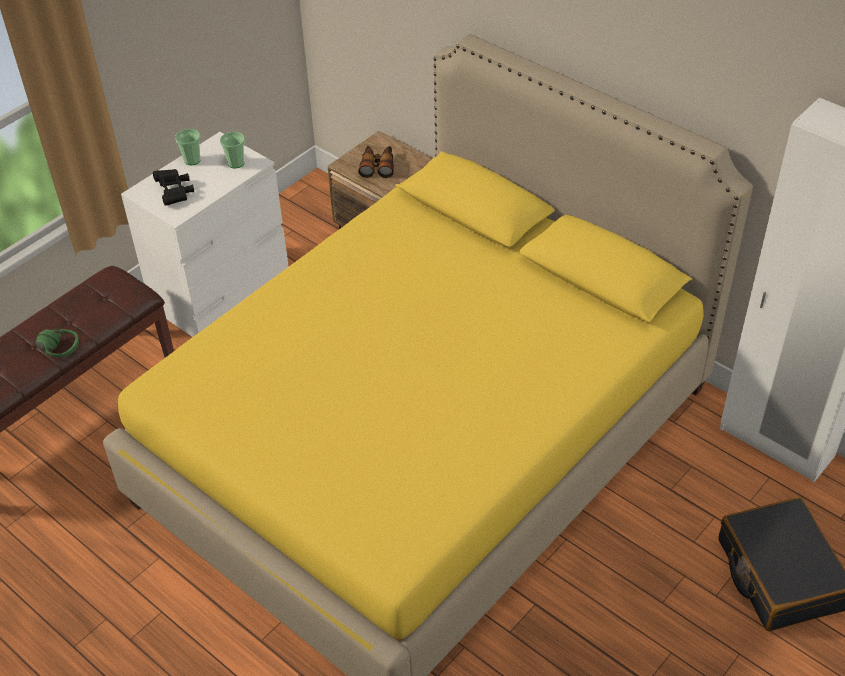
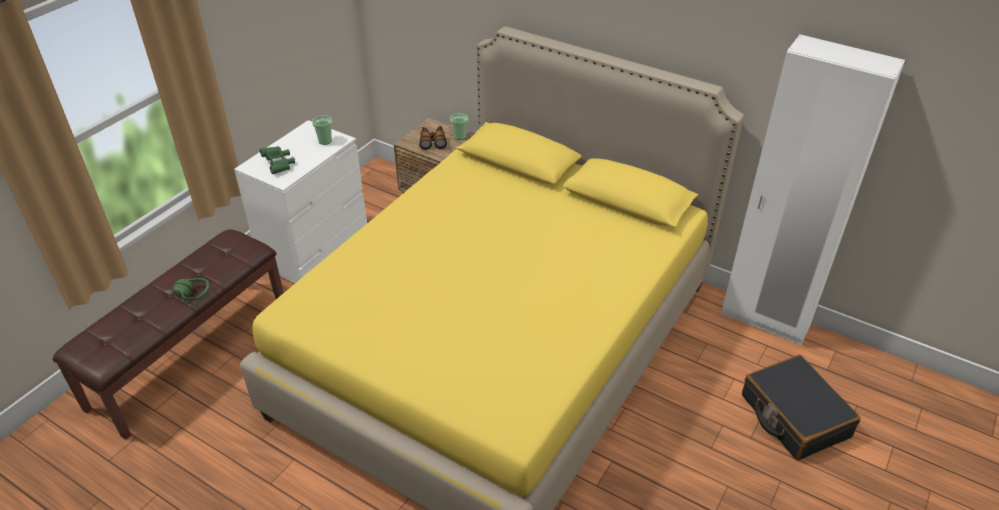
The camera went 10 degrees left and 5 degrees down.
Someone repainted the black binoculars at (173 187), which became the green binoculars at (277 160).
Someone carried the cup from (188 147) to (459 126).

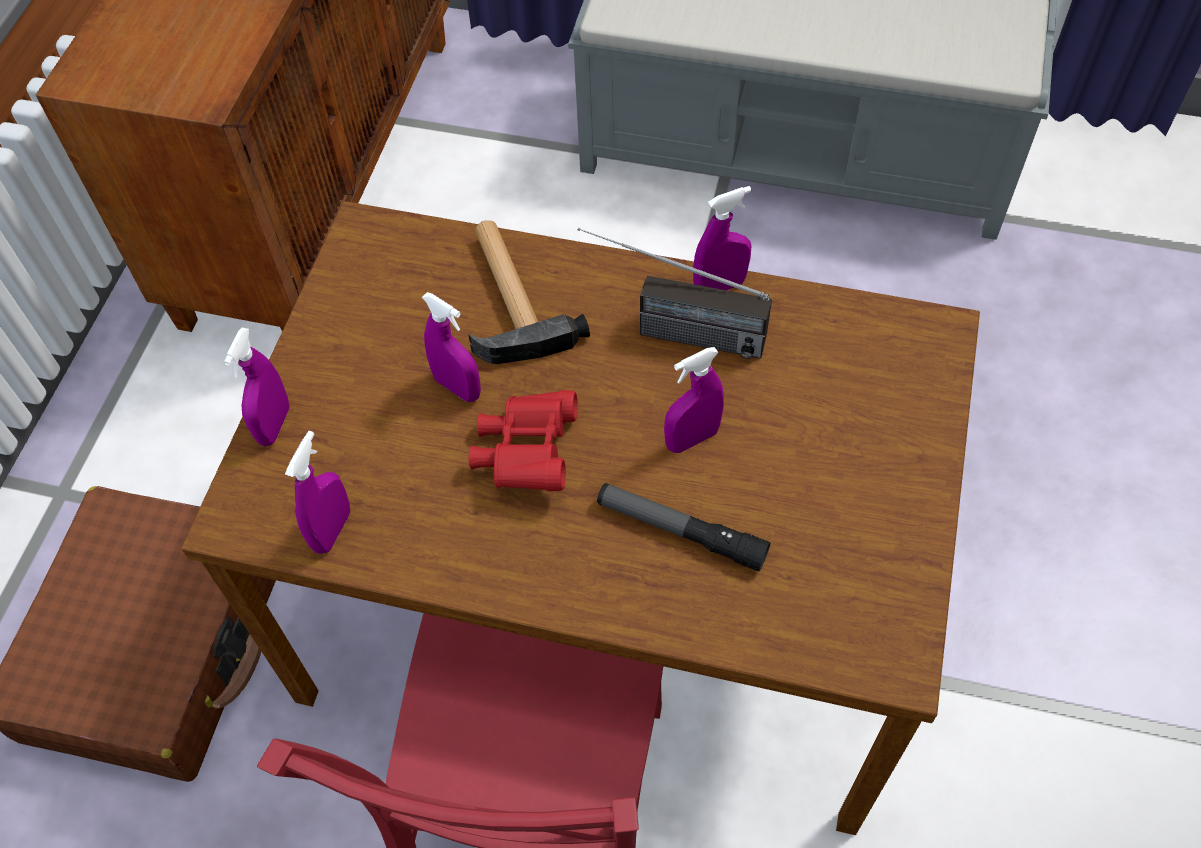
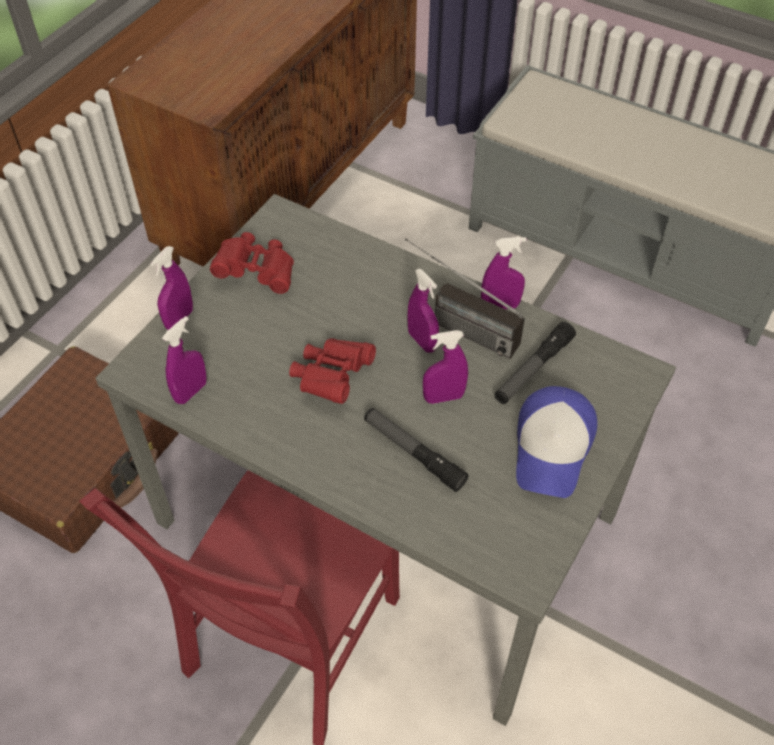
The camera went 15 degrees right and 5 degrees down.
Someone repainted the brown dining table at (580 518), which became the grey dining table at (386 460).
Someone put down the red binoculars at (252 263).
Someone carried the purple spray bottle from (451 347) to (423 311).
Someone put down the flashlight at (535 363).
Someone put down the cap at (557 442).
Someone took away the hammer at (529 292).

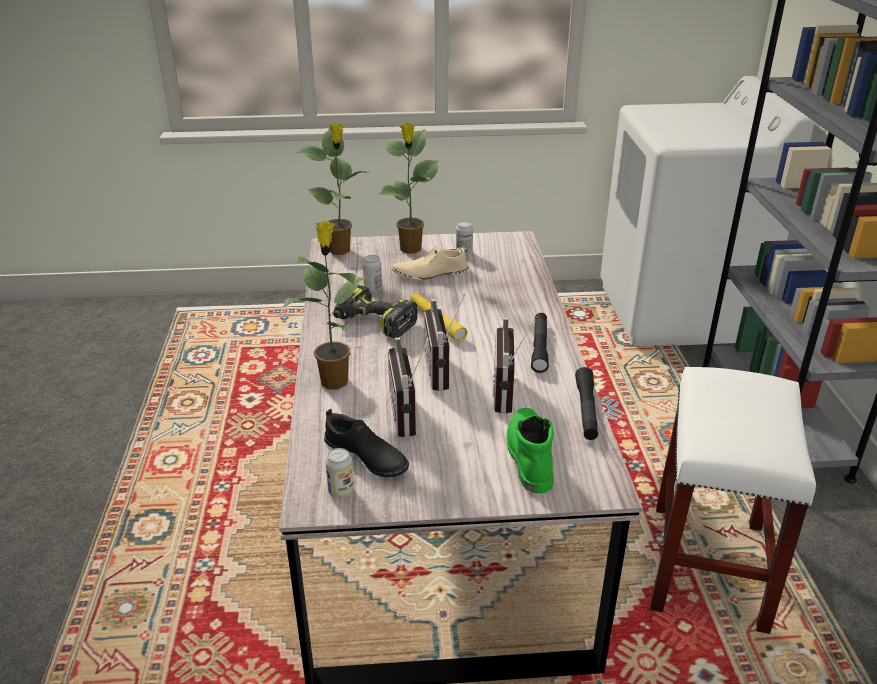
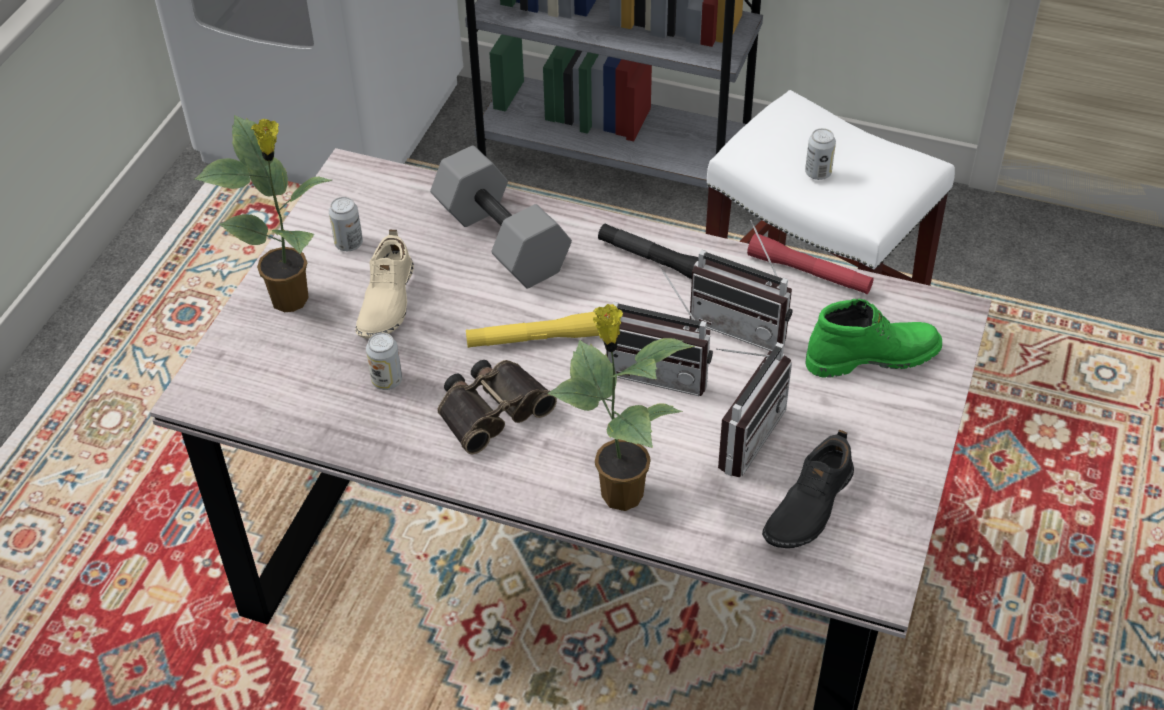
The camera went 65 degrees left and 15 degrees up.
Someone put down the grey dumbbell at (501 216).
Someone swapped the power drill at (375 312) for the binoculars at (497 407).
Someone rotated the radio at (409 385) by 75 degrees counterclockwise.
Someone repainted the black flashlight at (586 403), which became the red flashlight at (810 263).
Someone rotated the black shoe at (366 443) by 150 degrees clockwise.
Someone carried the can from (339 473) to (820 154).
Someone rotated the green boot at (530 450) by 150 degrees clockwise.
Someone took away the potted plant at (331 189).

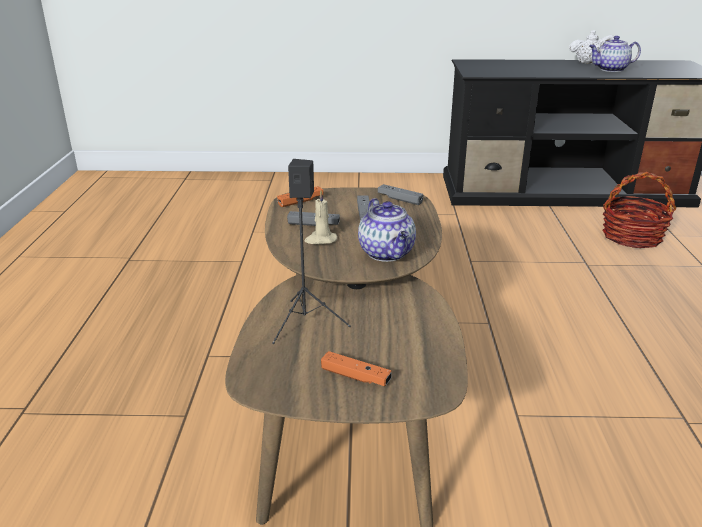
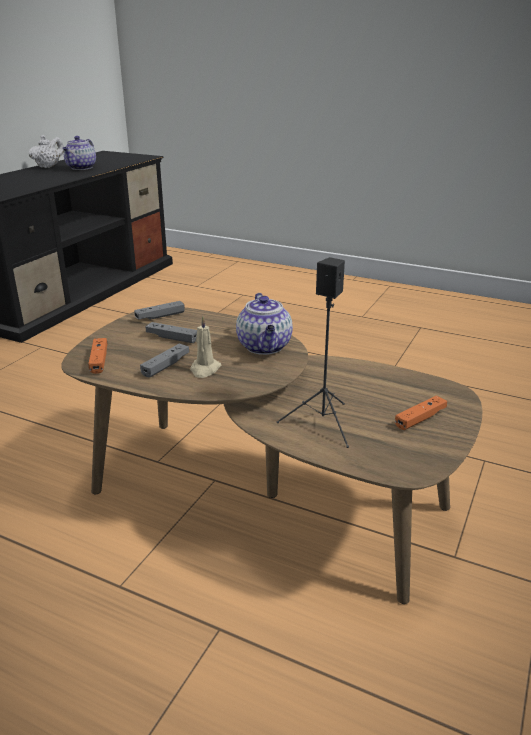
The camera went 65 degrees left and 0 degrees up.
Someone rotated the teapot at (387 230) by 75 degrees clockwise.
Someone took away the basket at (639 210).

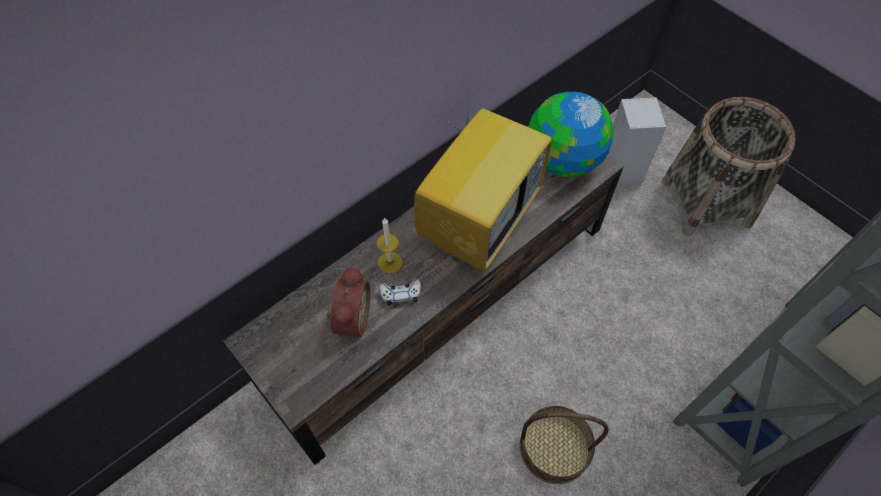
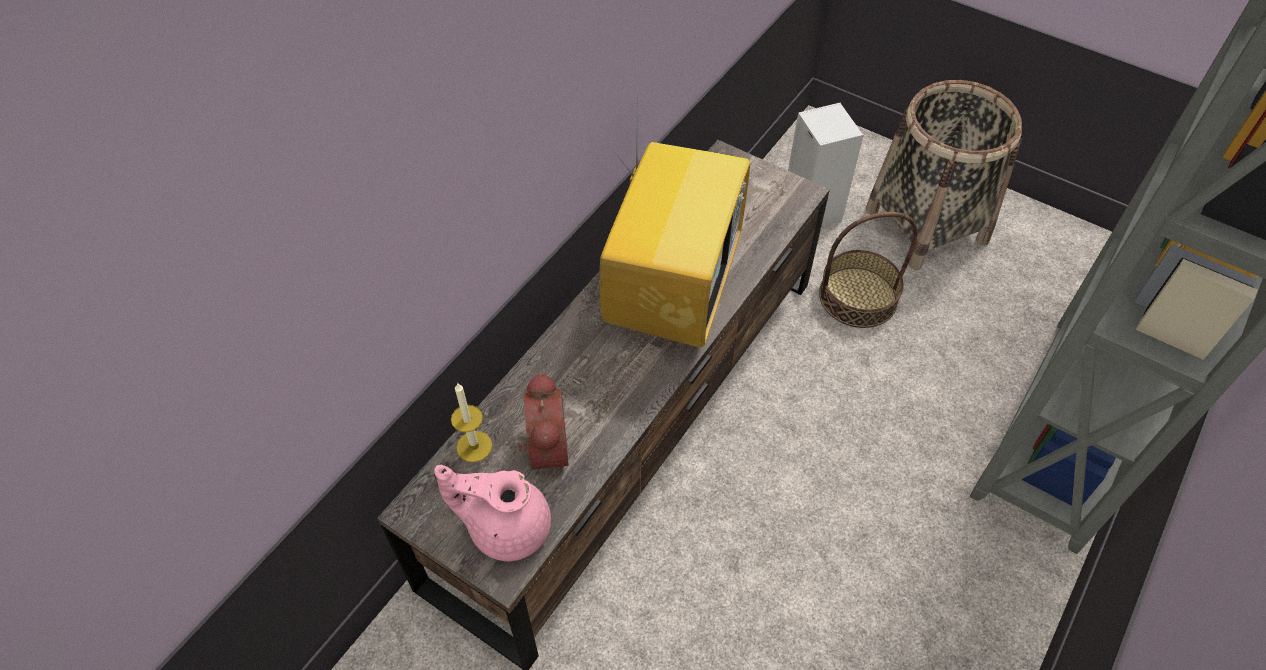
The camera went 15 degrees left and 5 degrees down.
Someone put down the pink teapot at (492 513).
Someone carried the candle from (390 245) to (471 422).
Someone carried the basket from (564 445) to (868 270).
Someone took away the white game controller at (400 292).
Someone took away the globe at (571 134).

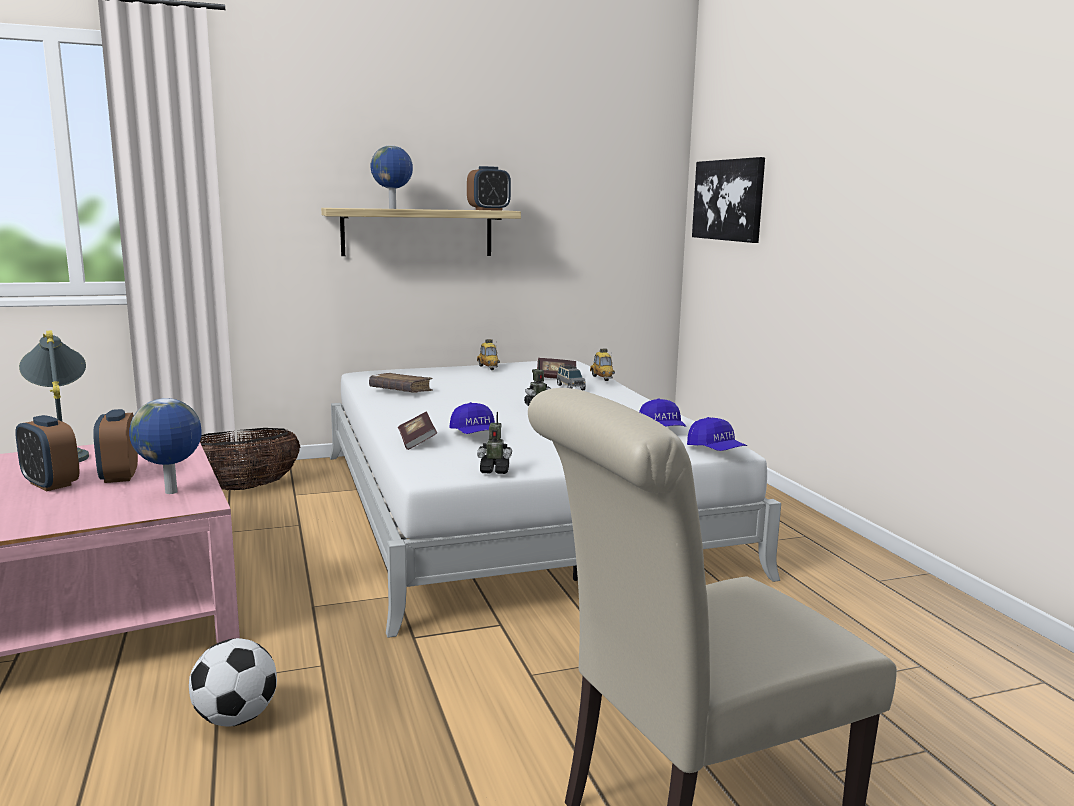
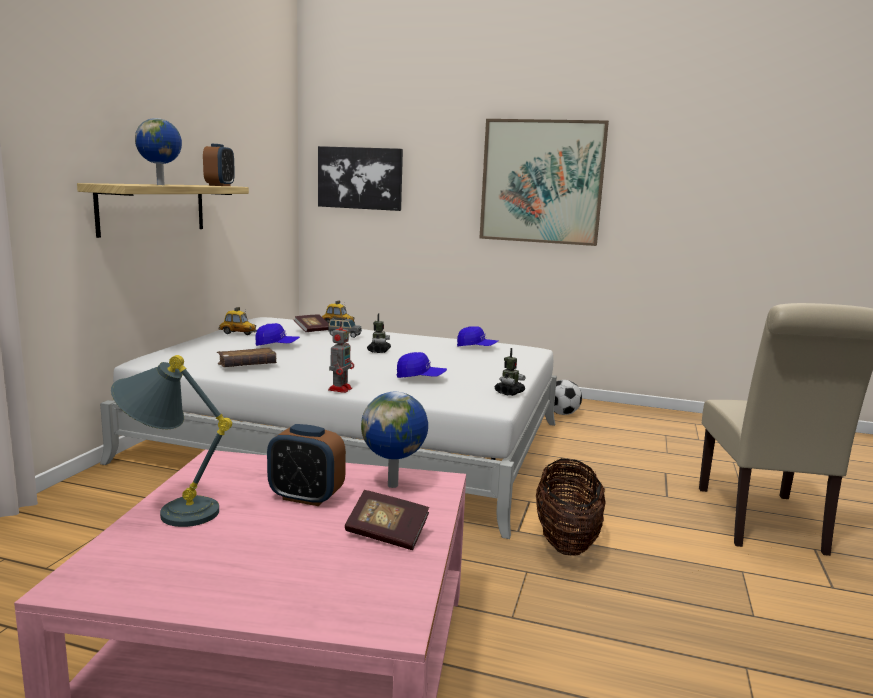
The camera went 55 degrees left and 0 degrees up.
Someone carried the blue cap from (717 434) to (277 334).
Someone put down the toy robot at (341 357).
Someone carried the book from (417 430) to (387 520).
Someone put up the picture at (544 182).
Someone carried the basket from (250 459) to (571 507).
Someone carried the football from (233 682) to (568 397).
Someone took away the alarm clock at (47 453).

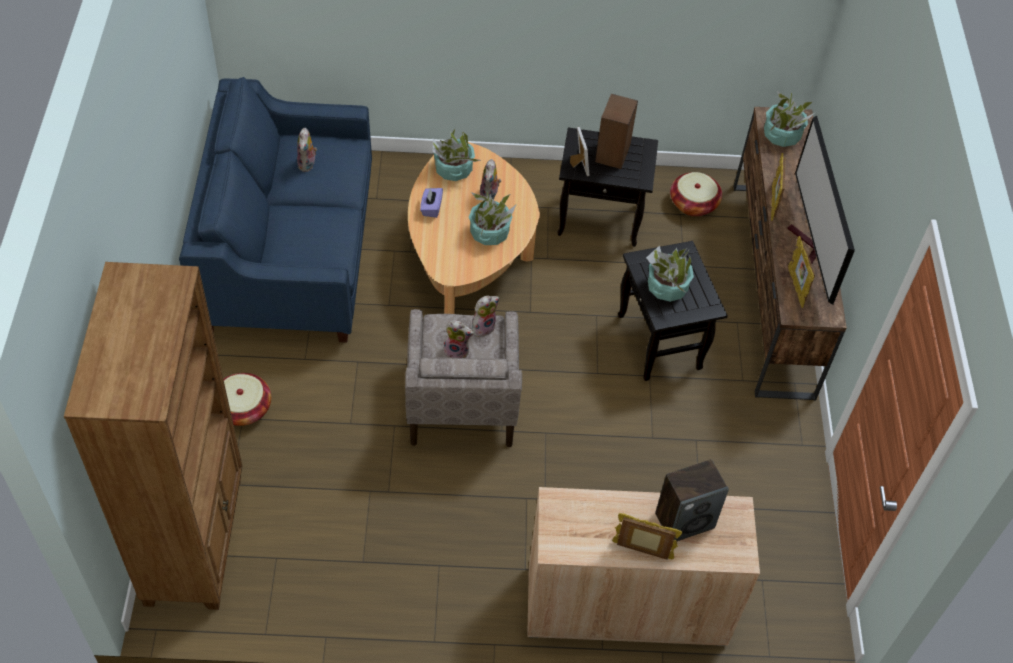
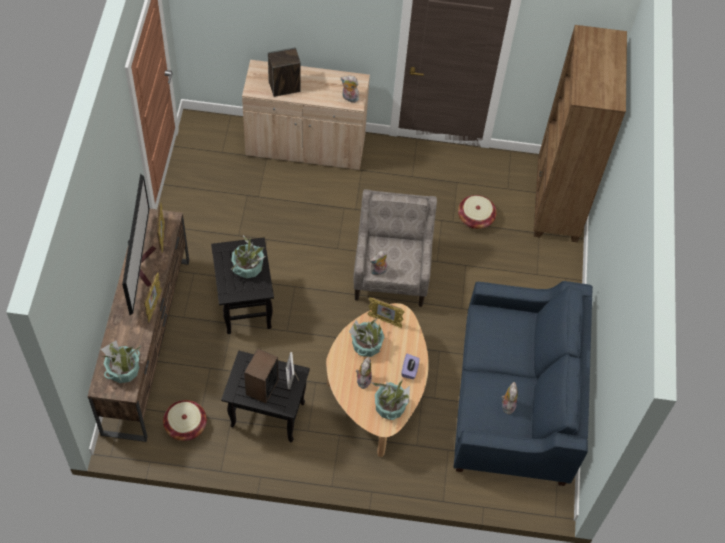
The camera went 175 degrees left and 5 degrees up.
Someone carried the plush toy from (458 339) to (350 89).
Someone carried the picture frame from (647 536) to (386 312).
Someone carried the basket from (247 399) to (477 212).

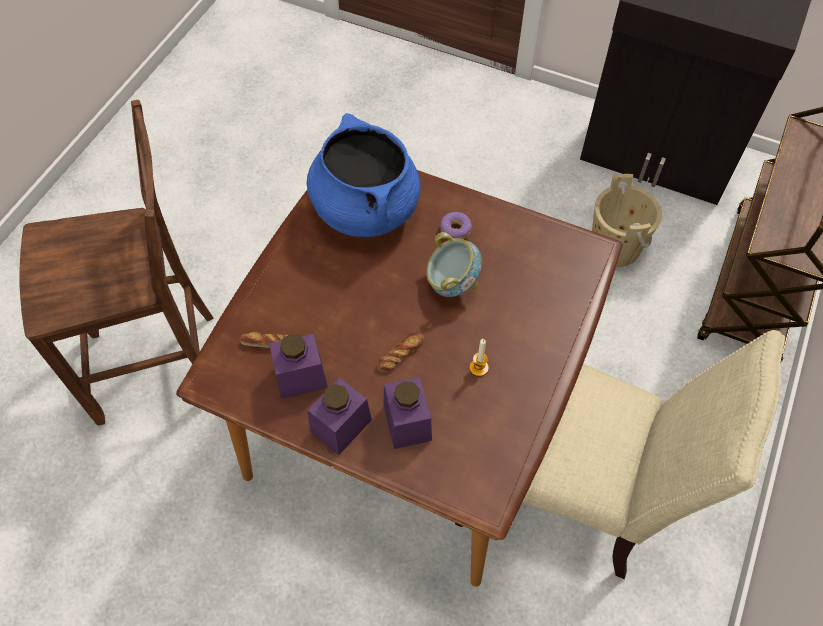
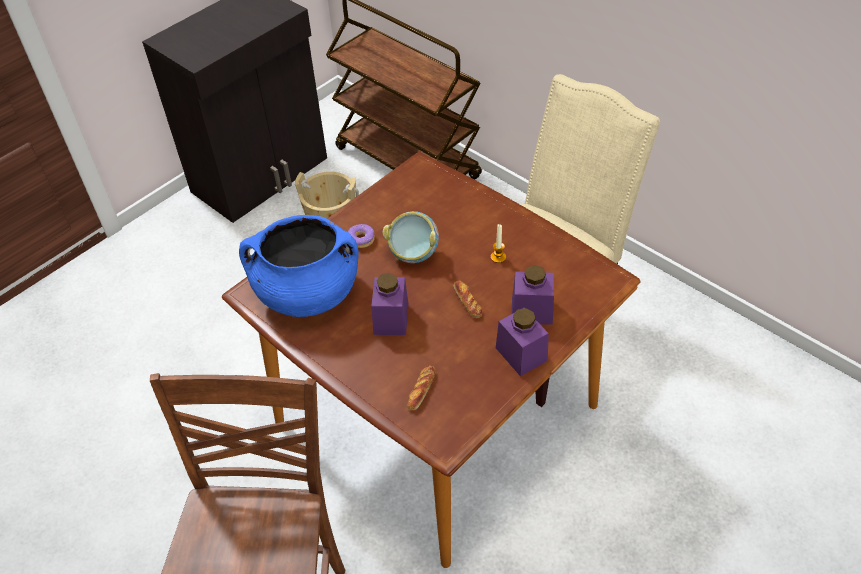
The camera went 70 degrees left and 10 degrees down.
Someone carried the purple jar from (298 366) to (389 304).

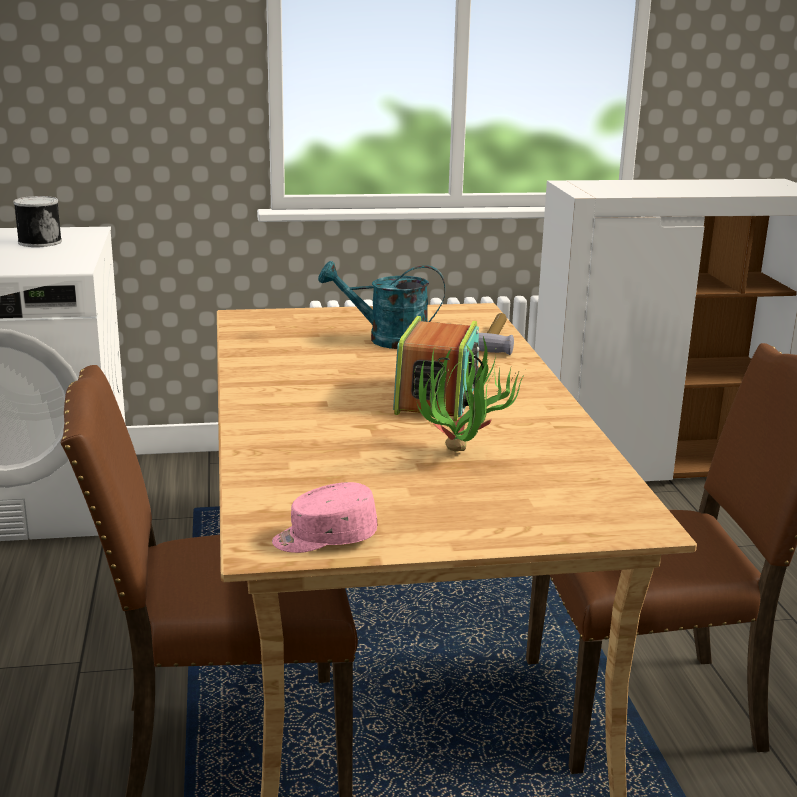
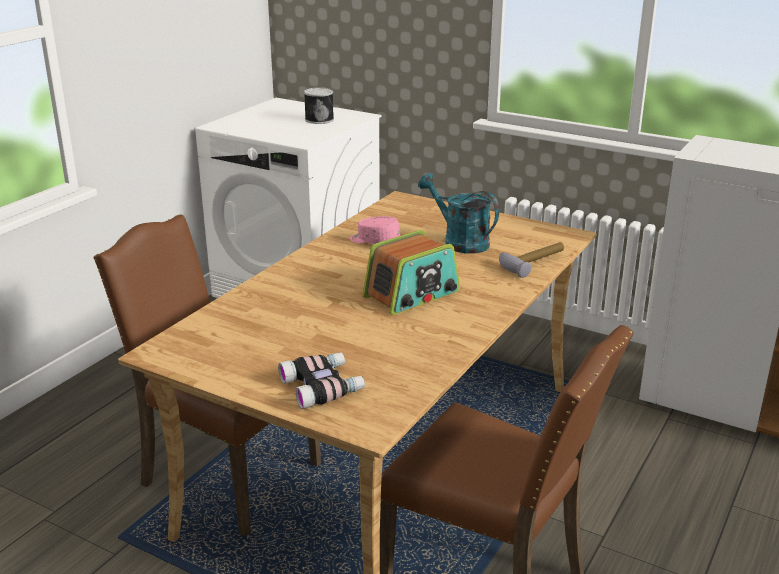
The camera went 40 degrees right and 5 degrees up.
Someone put down the binoculars at (321 381).
Someone carried the pink cap from (325 517) to (375 230).
Someone took away the potted plant at (470 394).

